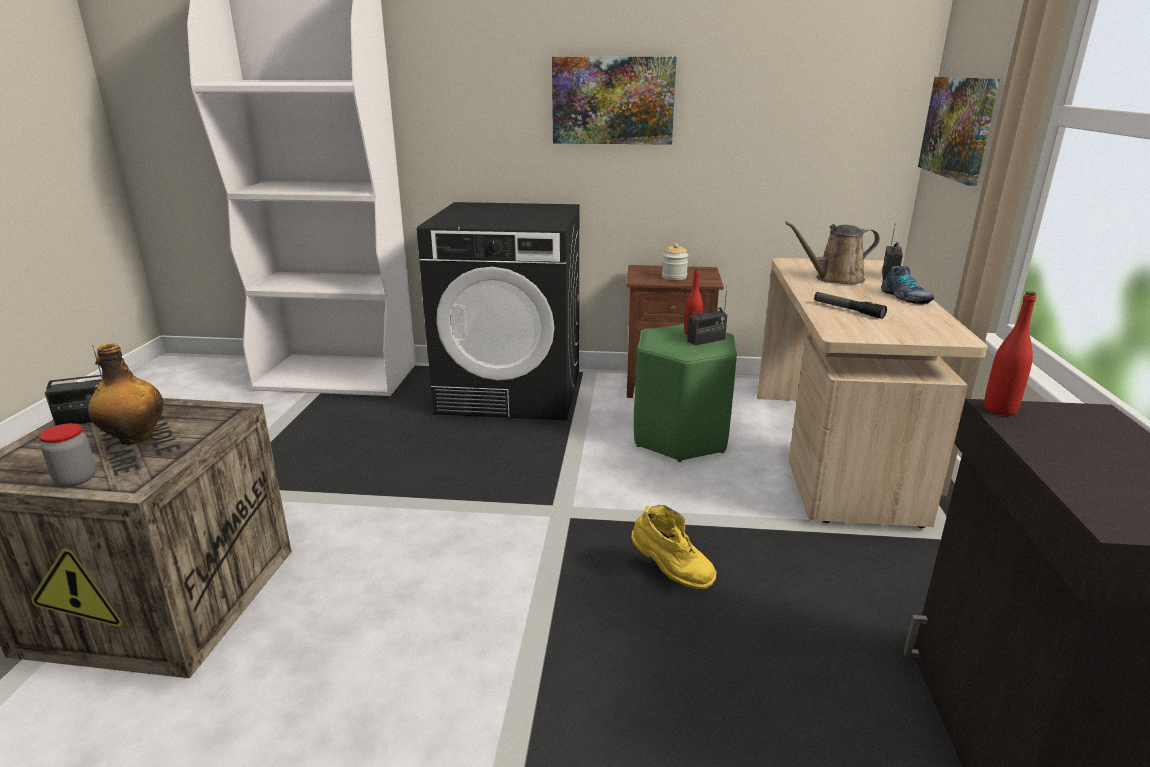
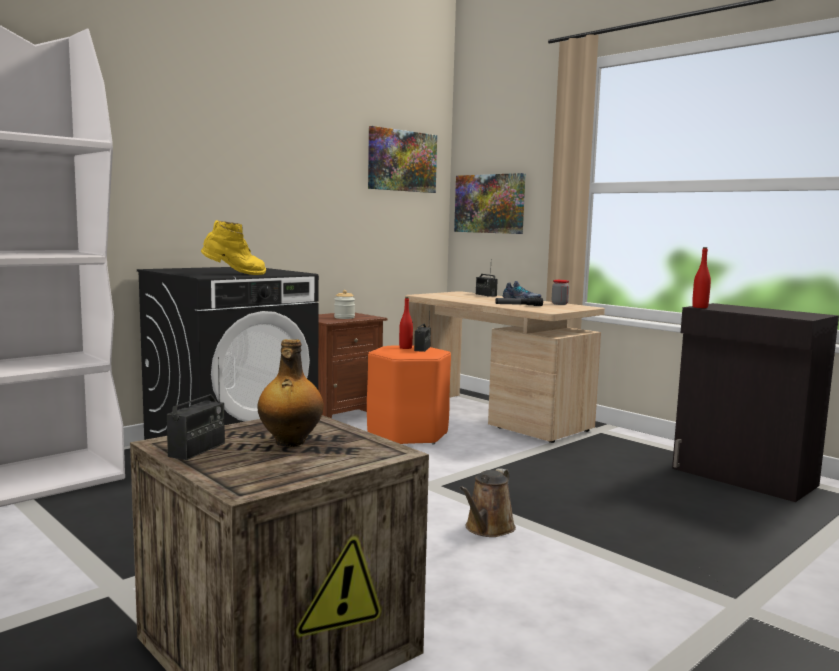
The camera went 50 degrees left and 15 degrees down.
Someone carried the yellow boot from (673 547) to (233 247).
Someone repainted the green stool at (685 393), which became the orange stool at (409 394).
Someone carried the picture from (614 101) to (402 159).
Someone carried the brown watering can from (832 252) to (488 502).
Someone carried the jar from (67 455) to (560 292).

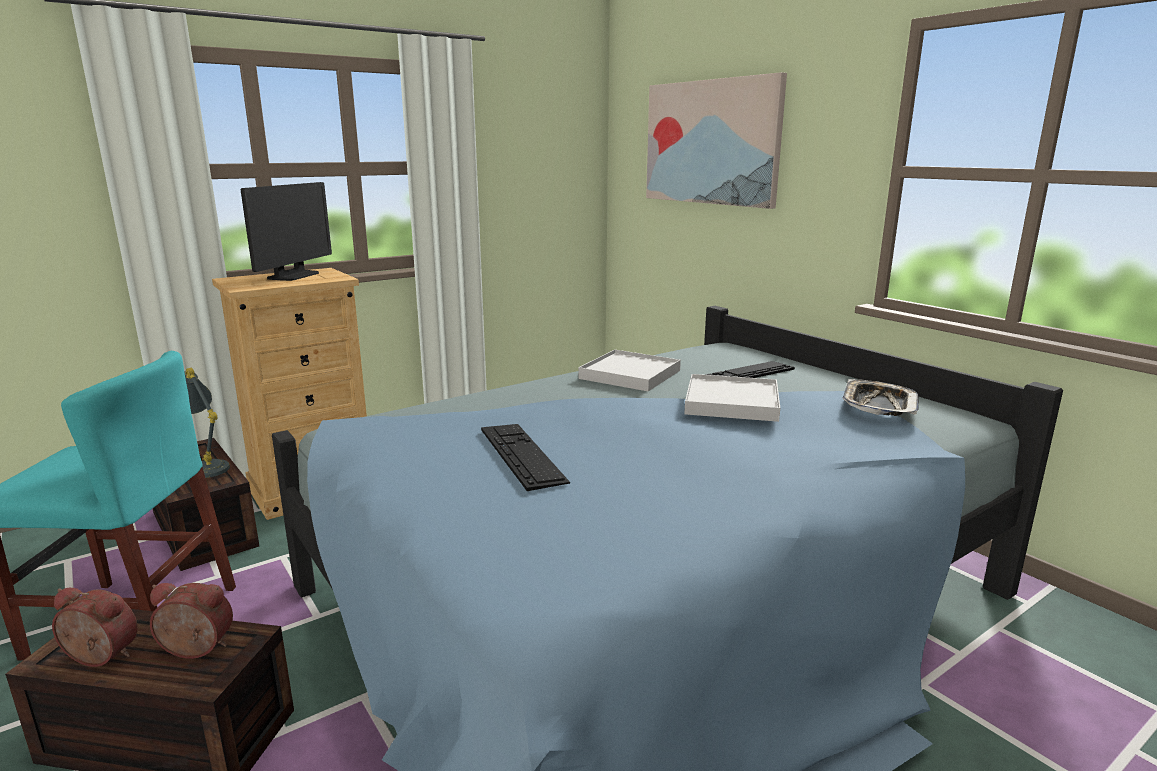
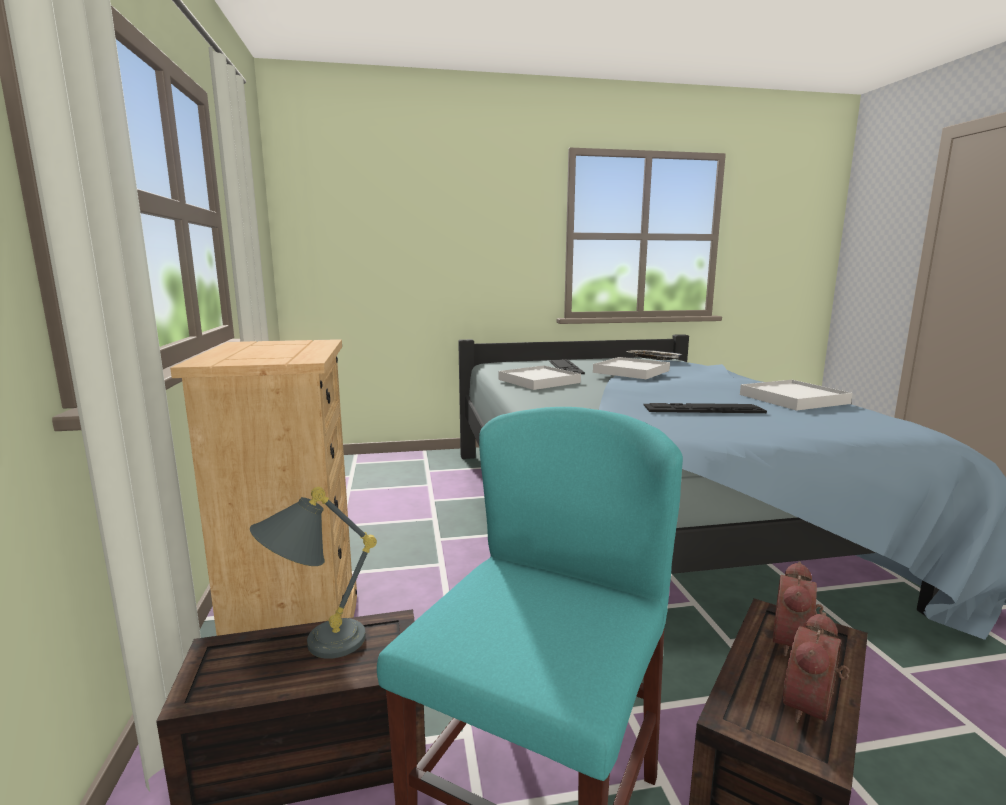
The camera went 65 degrees left and 5 degrees down.
Someone put down the white tray at (796 395).
Someone took away the monitor at (286 231).
Someone took away the picture at (716 140).

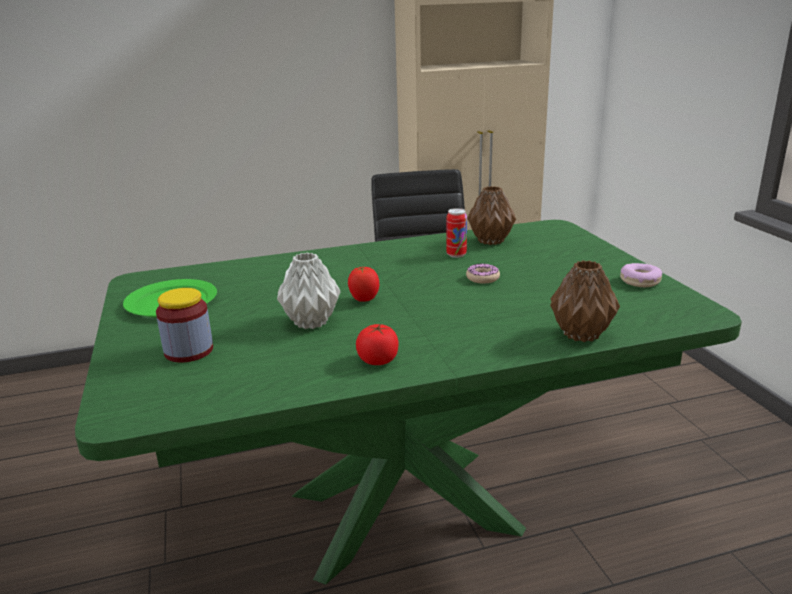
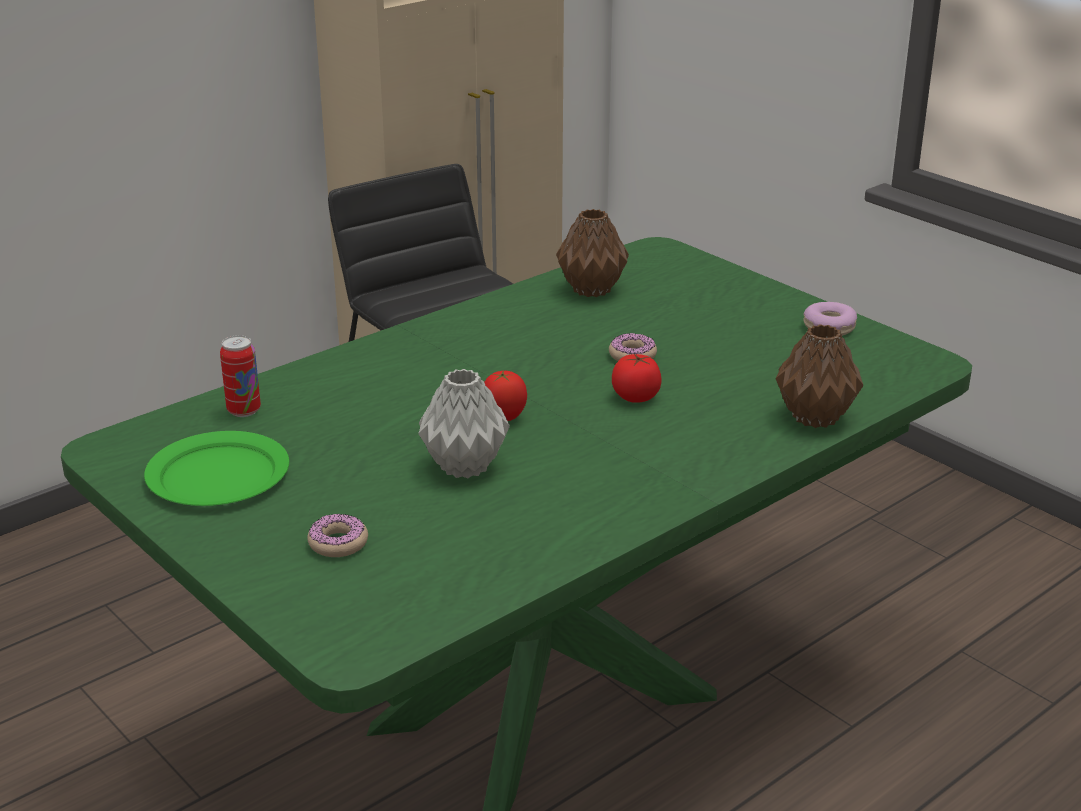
The camera went 25 degrees left and 5 degrees up.
Someone carried the can from (456 233) to (240 376).
Someone swapped the jar at (184 325) for the donut at (338 535).
Someone carried the tomato from (377 344) to (637 378).

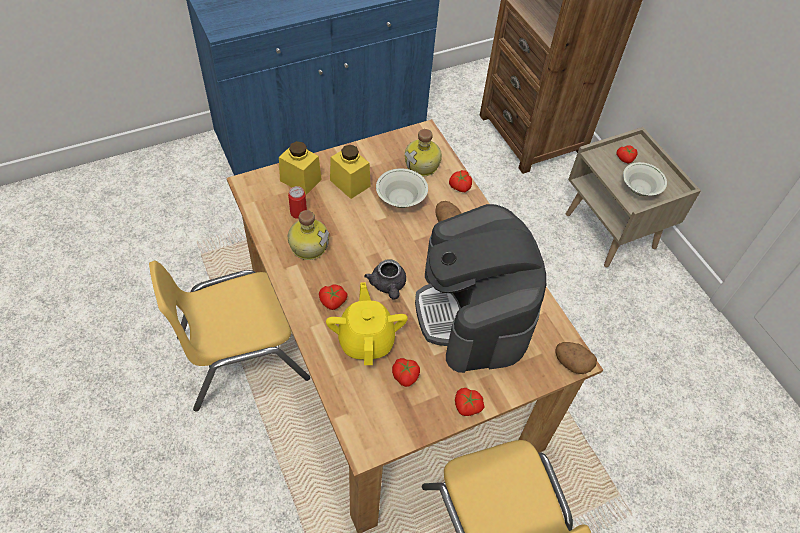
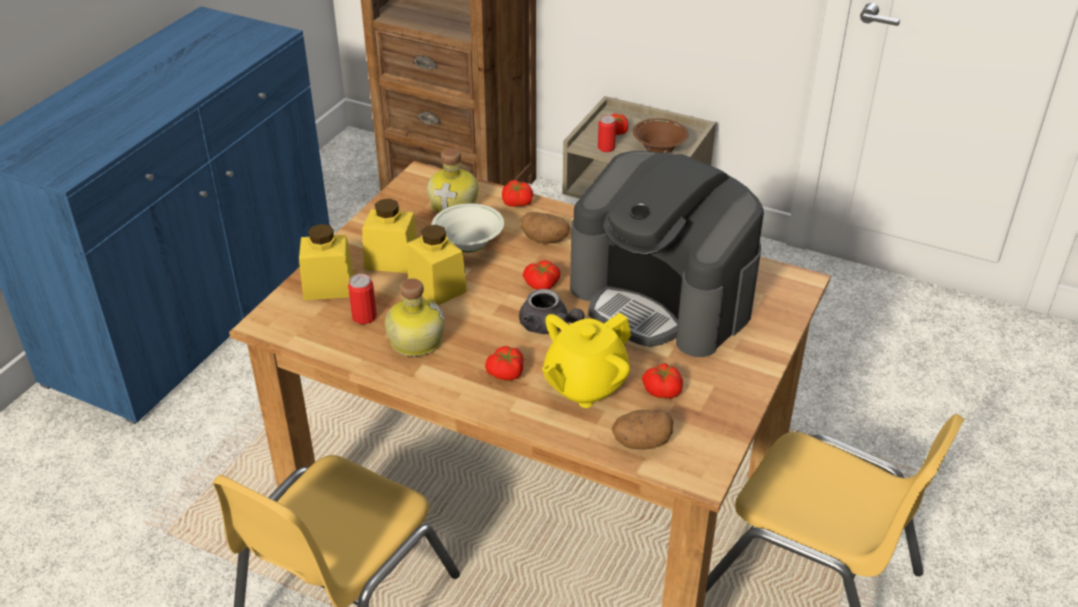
The camera went 35 degrees left and 15 degrees down.
Someone put down the yellow jar at (437 265).
Someone carried the tomato from (470 402) to (541 275).
Someone rotated the yellow teapot at (367 323) by 90 degrees counterclockwise.
Someone put down the can at (607 133).
Someone carried the potato from (576 358) to (642 429).
Someone repainted the white bowl at (645 179), which became the brown bowl at (661 135).

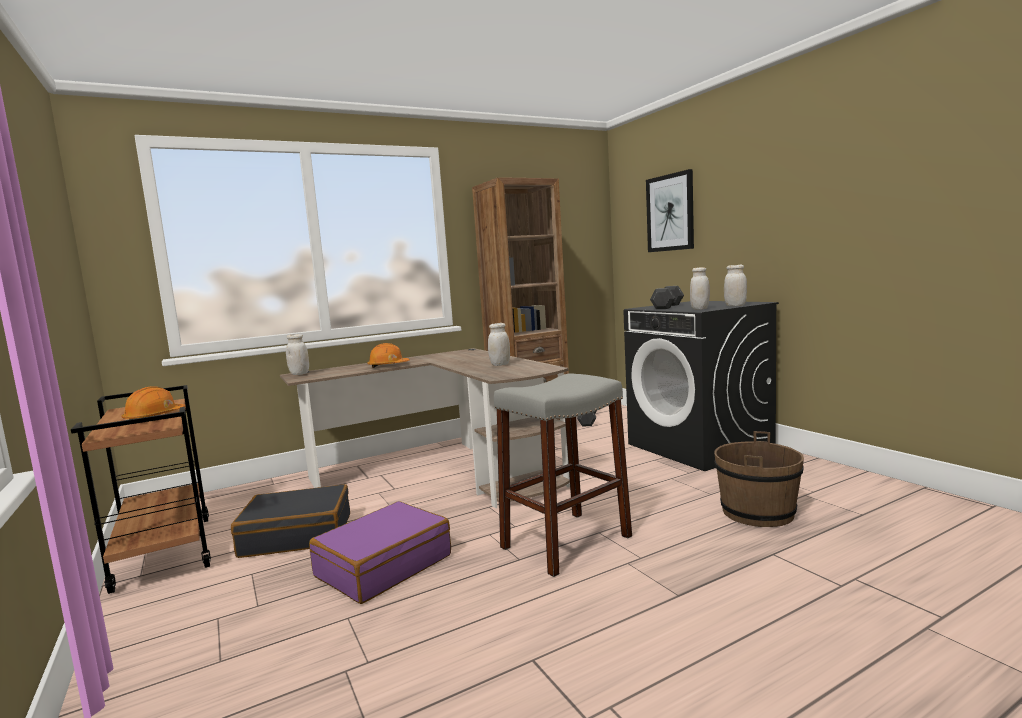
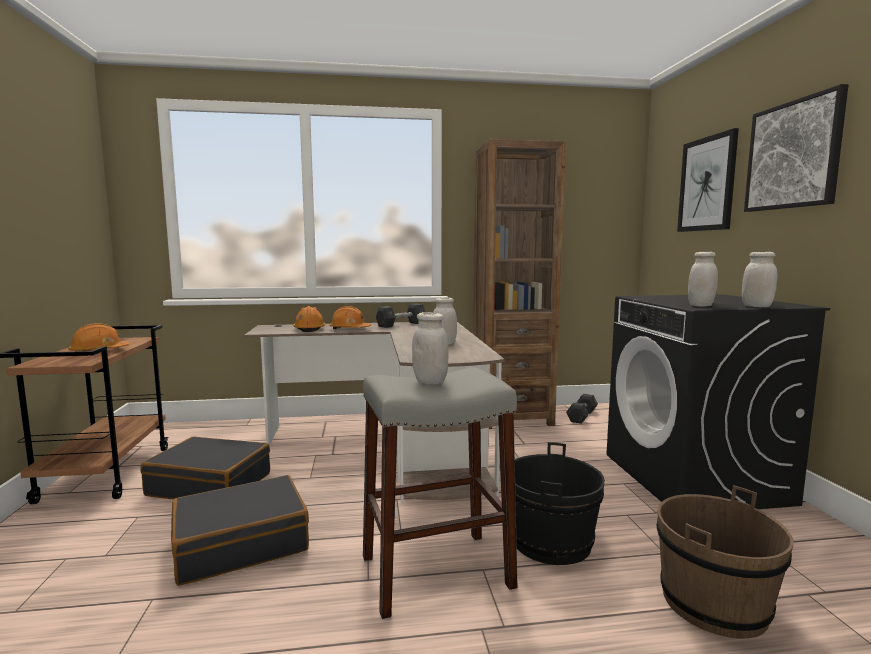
The camera went 20 degrees right and 0 degrees up.
Someone repainted the purple suitcase at (380 552), which became the black suitcase at (240 530).
Someone put down the orange hard hat at (309 319).
Someone carried the grey dumbbell from (667 297) to (400 316).
Someone carried the white jar from (297 354) to (430 348).
Someone put down the black bucket at (560 503).
Someone put up the picture at (796 148).

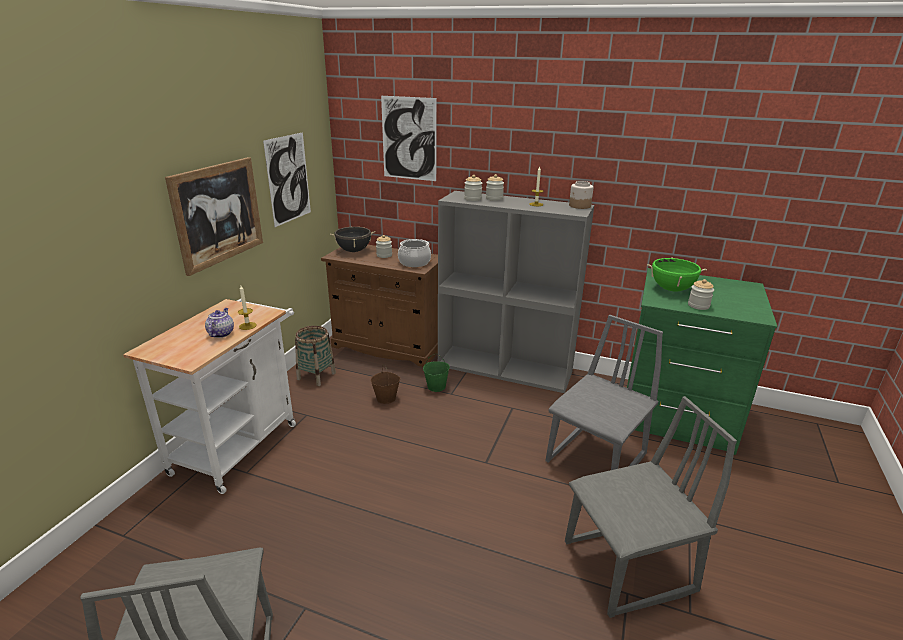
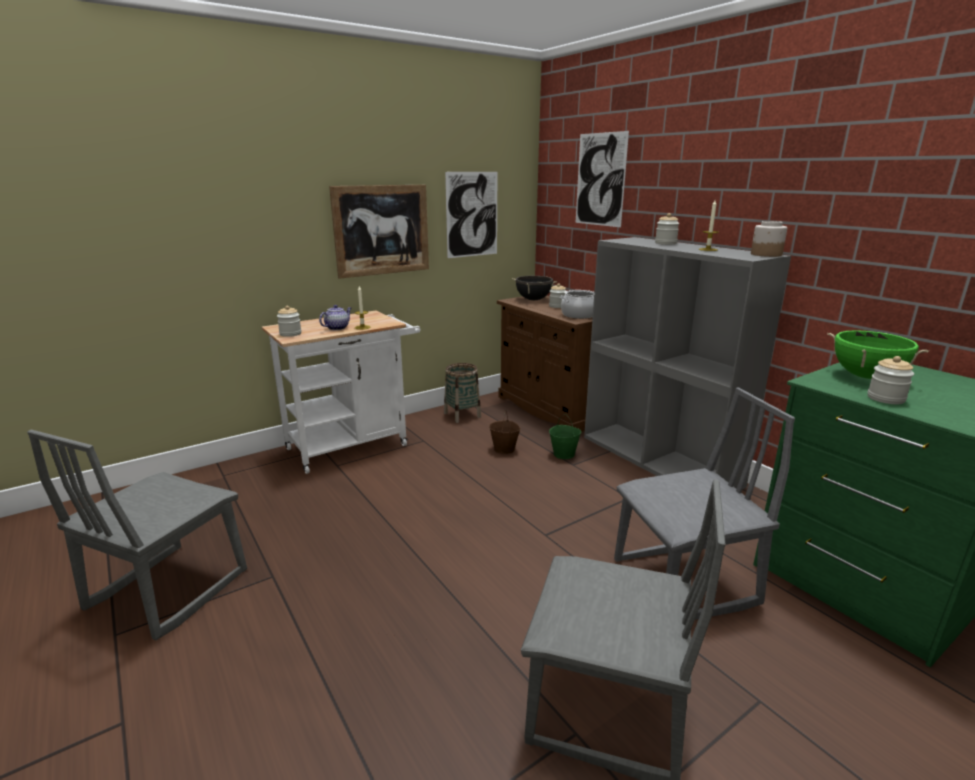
The camera went 35 degrees right and 5 degrees down.
Someone carried the jar from (473 188) to (289 321).

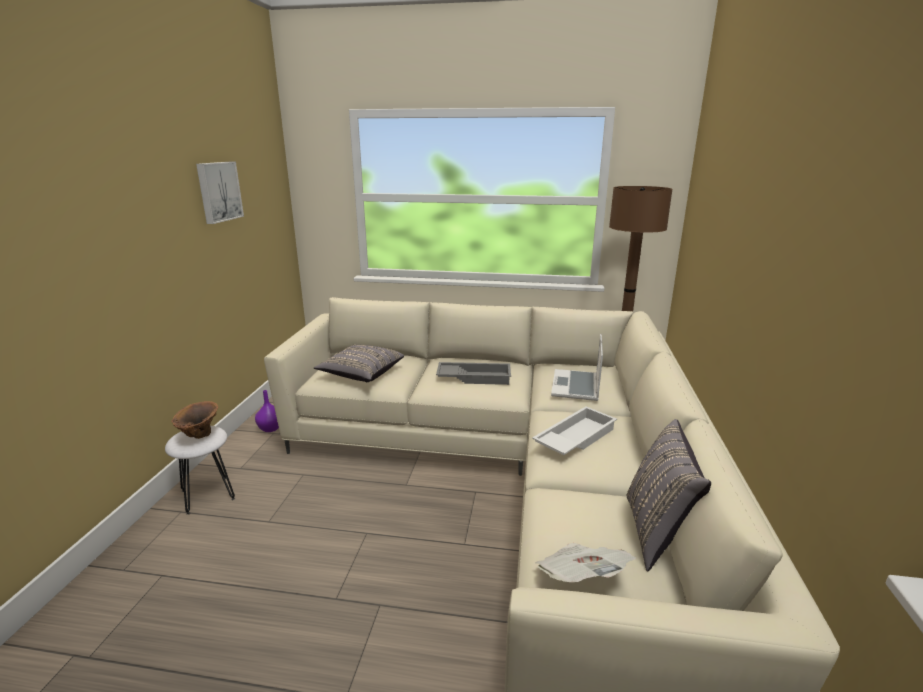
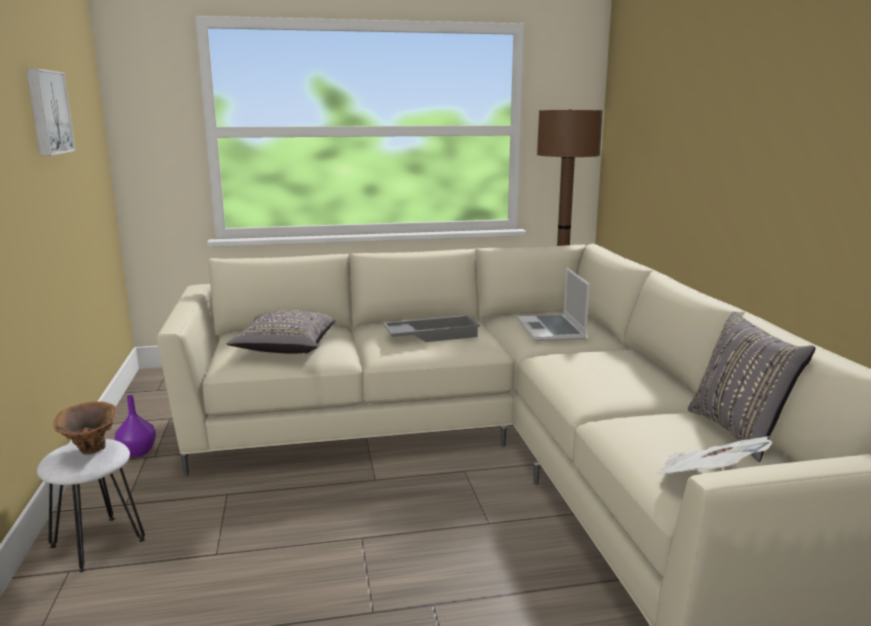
The camera went 20 degrees left and 5 degrees down.
Someone took away the white tray at (574 430).

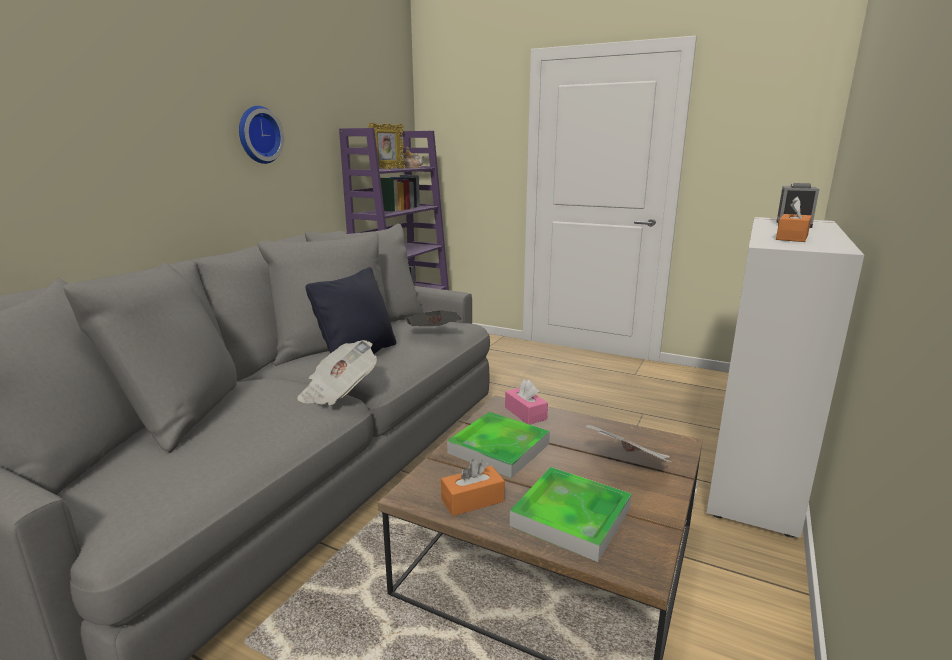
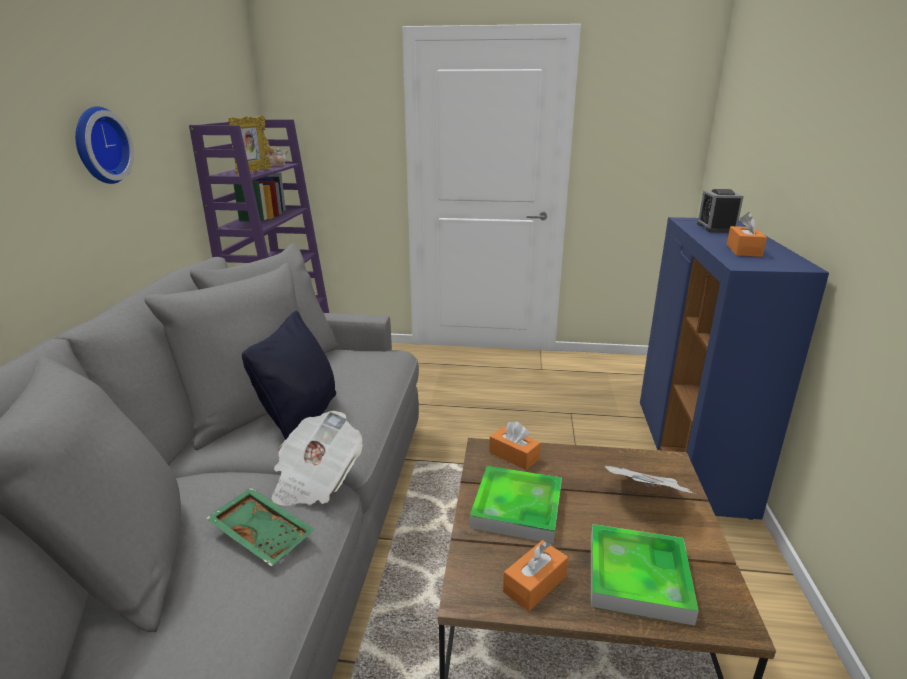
The camera went 20 degrees left and 5 degrees up.
Someone put down the green tray at (260 526).
Someone repainted the pink tissue box at (526 402), which became the orange tissue box at (515 446).
Someone repainted the white cabinet at (785 377), which became the blue cabinet at (734 368).
Someone took away the newspaper at (432 318).

